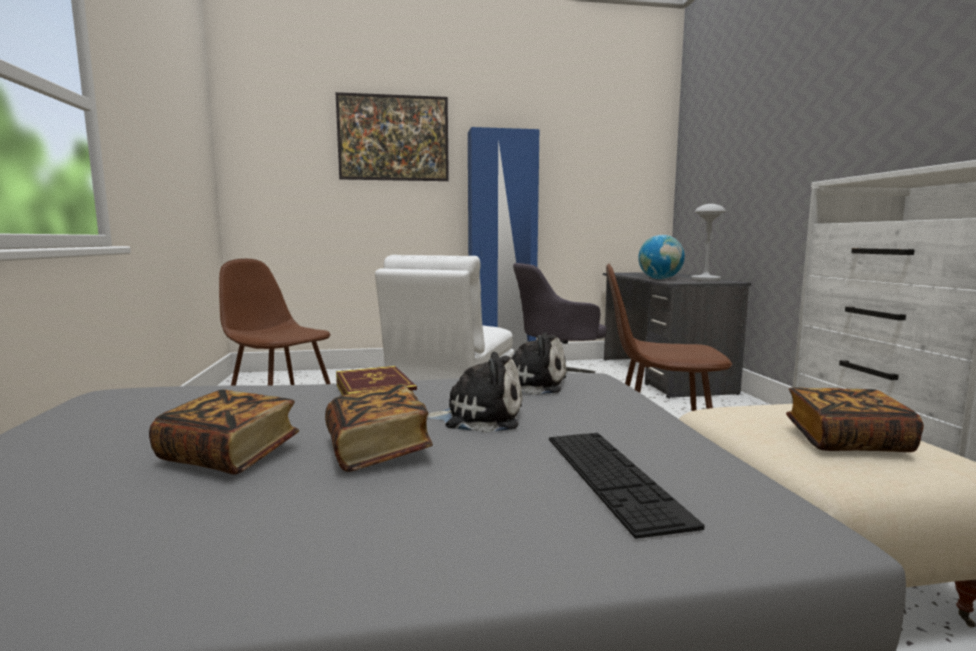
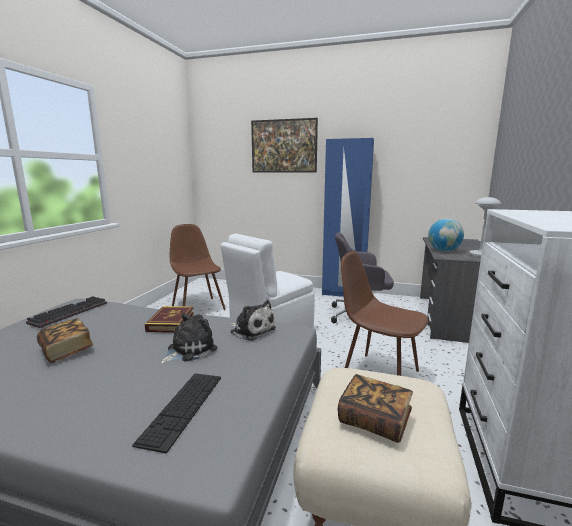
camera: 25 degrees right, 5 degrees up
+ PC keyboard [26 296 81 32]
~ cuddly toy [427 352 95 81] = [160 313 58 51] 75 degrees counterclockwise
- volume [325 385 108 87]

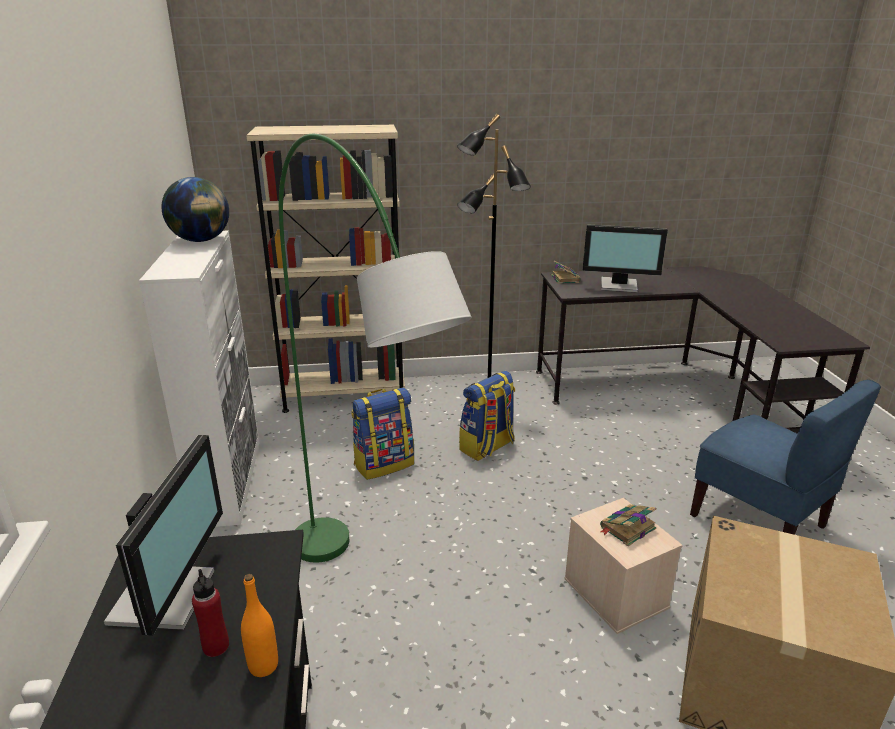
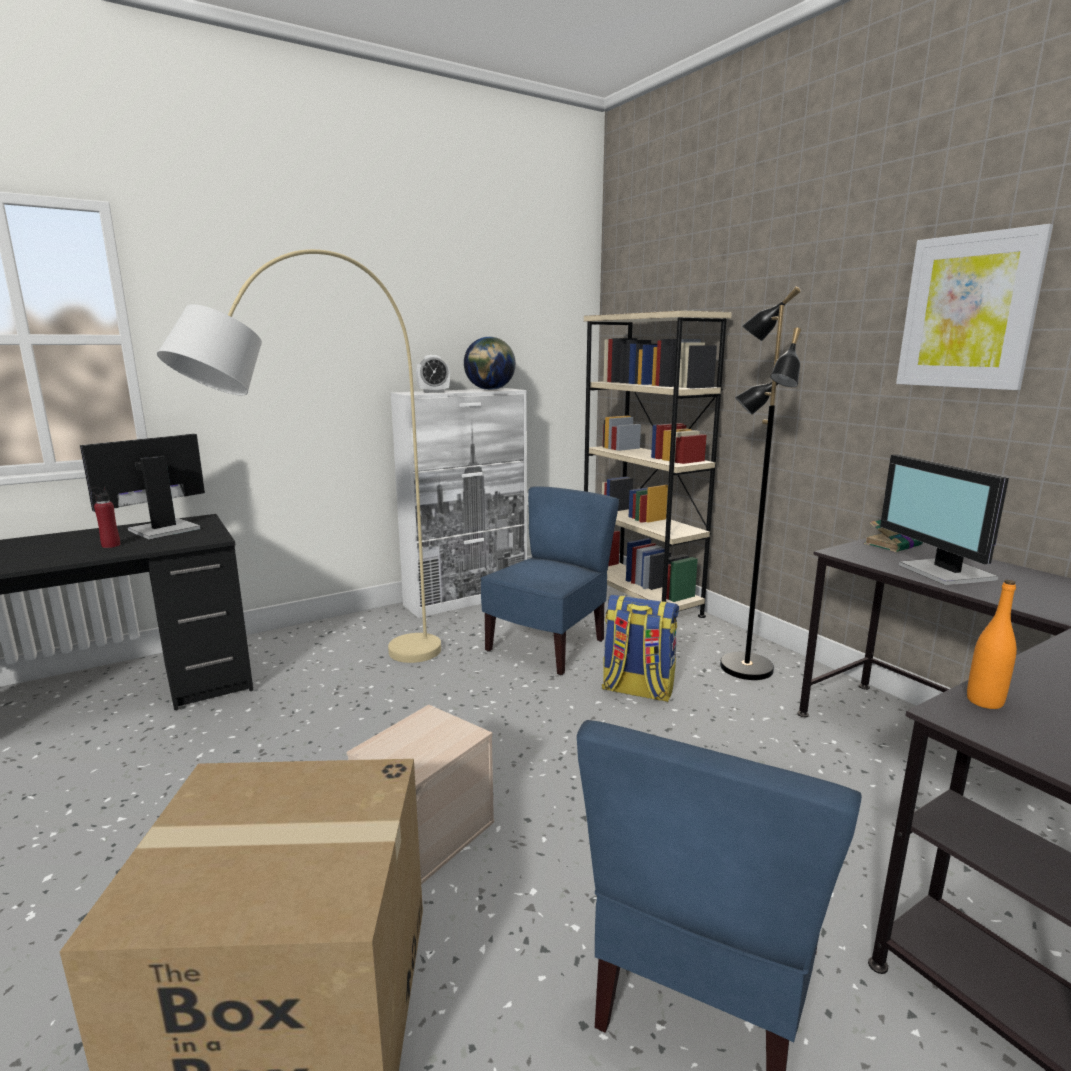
camera: 65 degrees right, 10 degrees down
~ computer screen [104 435 119 201] = [80 434 125 106] 150 degrees clockwise
~ greenish floor lamp [279 134 193 429] to beige floor lamp [157 249 284 414]
+ bedside clock [416 355 34 38]
~ backpack [351 387 63 93] to bluish plain chair [481 486 138 189]
+ wall picture [896 224 157 166]
~ orange-coloured bottle [241 574 37 103] to [967 580 50 129]
- volume [600 504 57 42]

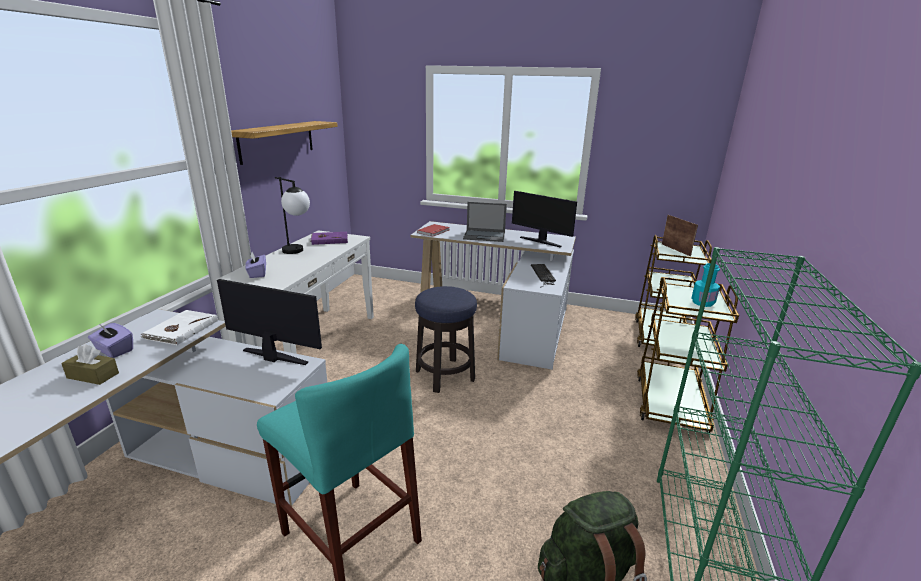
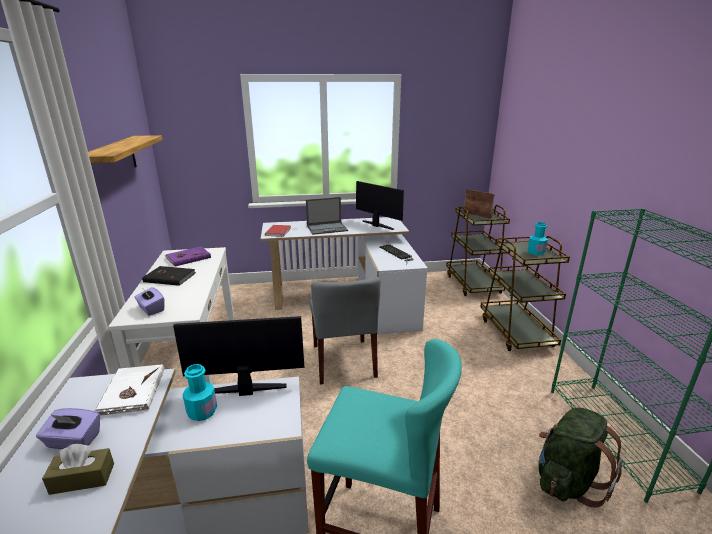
camera: 25 degrees left, 0 degrees up
~ lamp for a table [275 177 35 77] to black volume [142 266 54 20]
+ turquoise-coloured bottle [182 364 35 57]
~ stool seat [415 286 62 107] to grey plain chair [310 277 70 108]
~ computer screen [512 191 65 56] = [356 181 48 49] 150 degrees counterclockwise

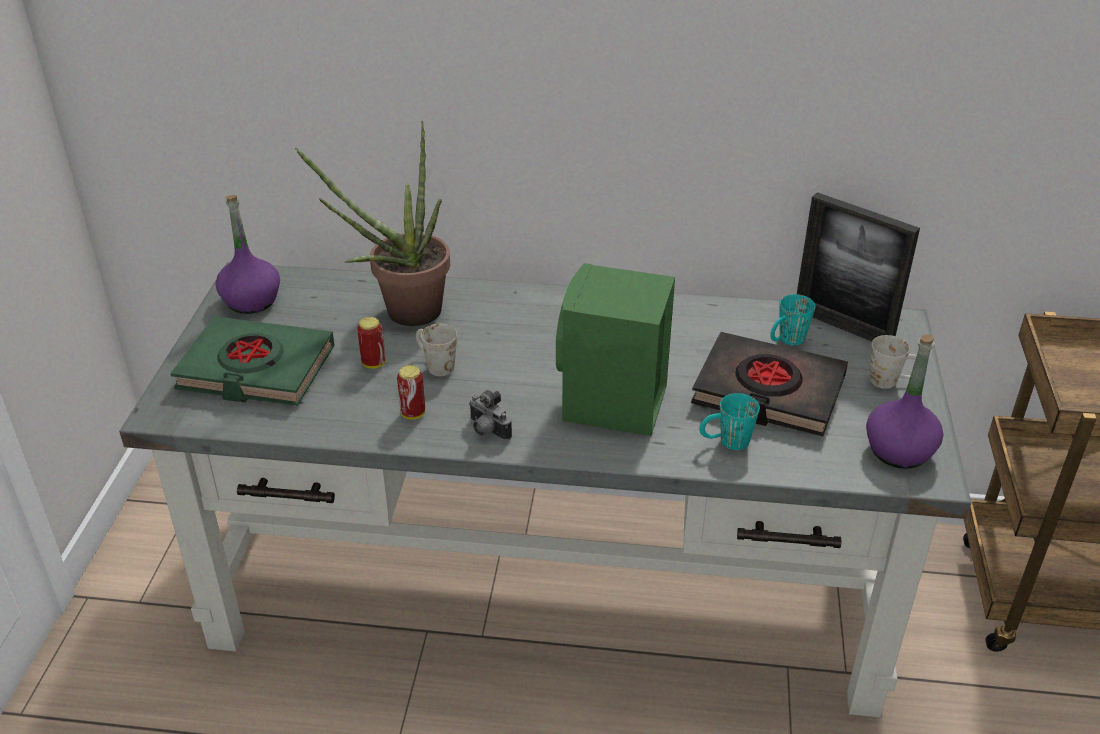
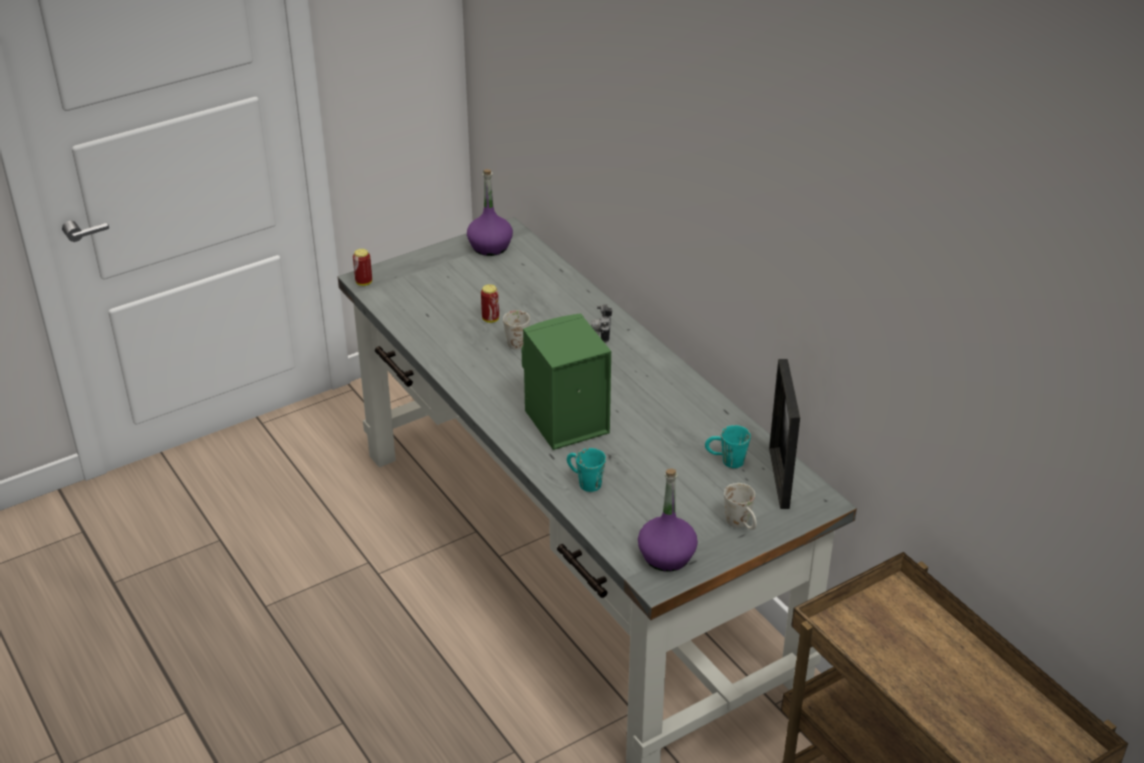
camera: 50 degrees right, 0 degrees up
~ sealed can [397 365 28 55] to [353 249 19 37]
~ photo camera [469 390 43 51] to [591 304 22 38]
- greenish volume [170 316 164 90]
- potted plant [295 121 155 205]
- black volume [691 332 157 104]

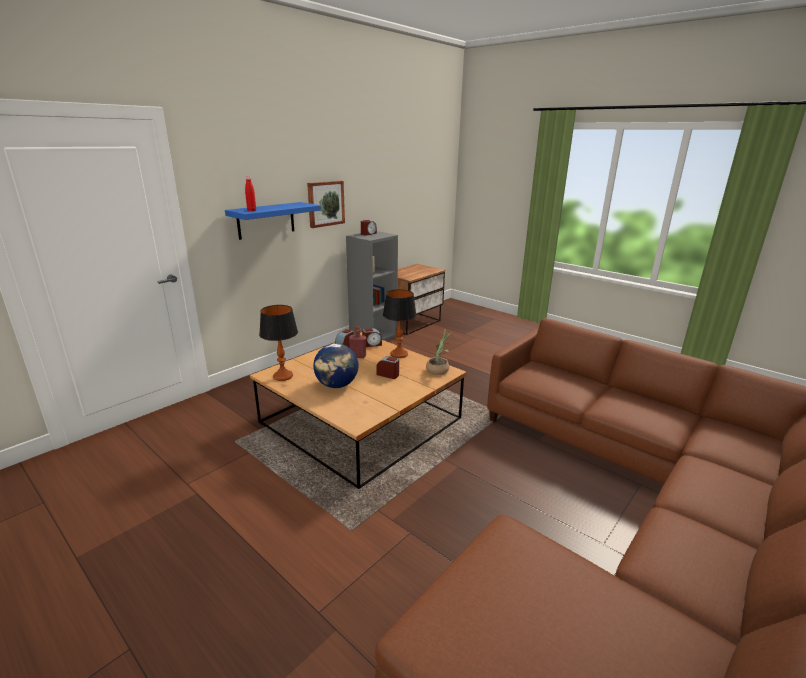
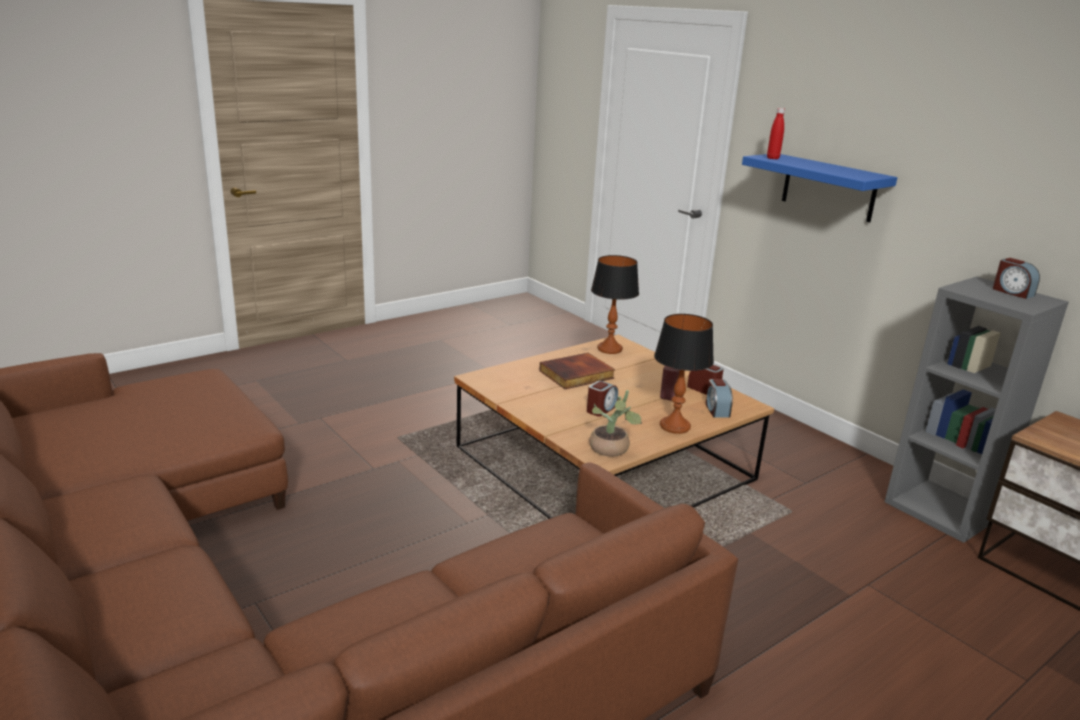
camera: 100 degrees right, 0 degrees up
~ desk globe [313 343 45 45] to volume [539 353 76 36]
- wall picture [307 181 38 47]

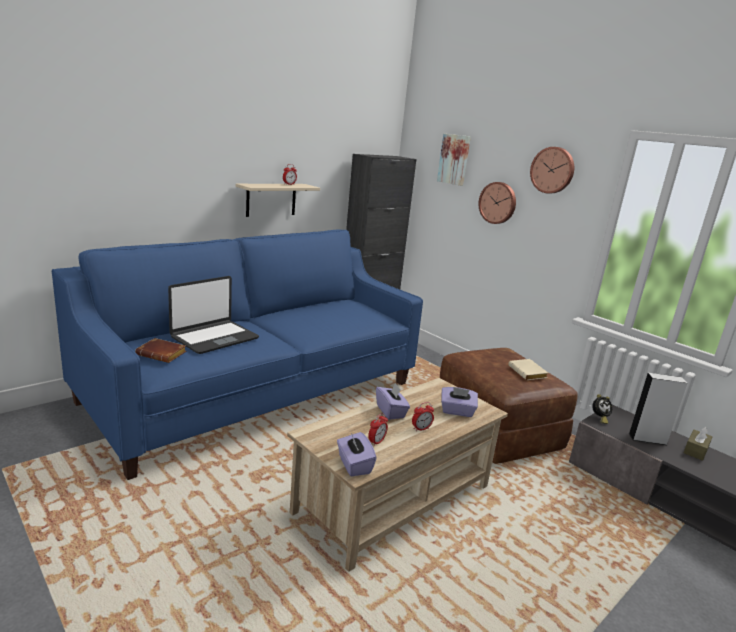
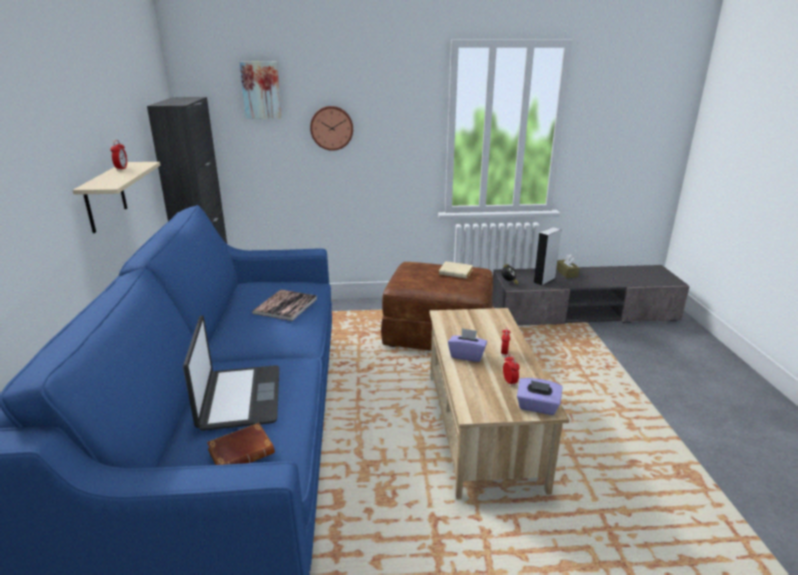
camera: 50 degrees left, 5 degrees up
+ volume [252 290 65 31]
- purplish tissue holder [441 387 37 30]
- hanging clock [530 147 44 46]

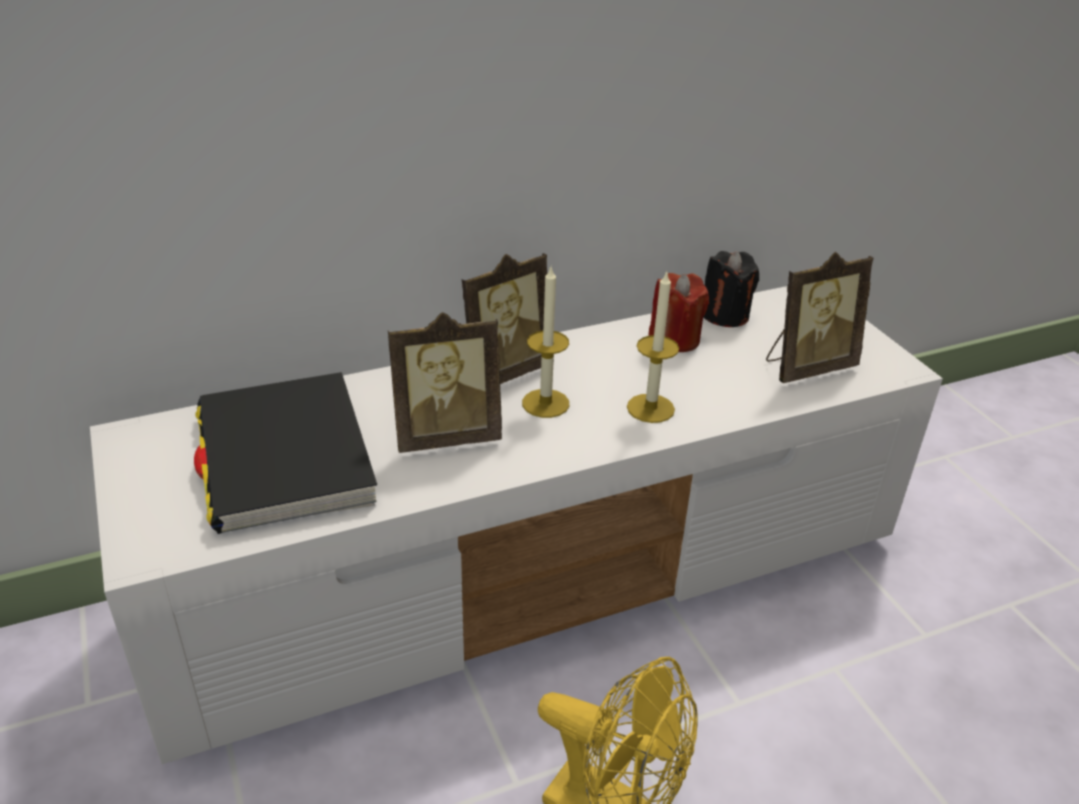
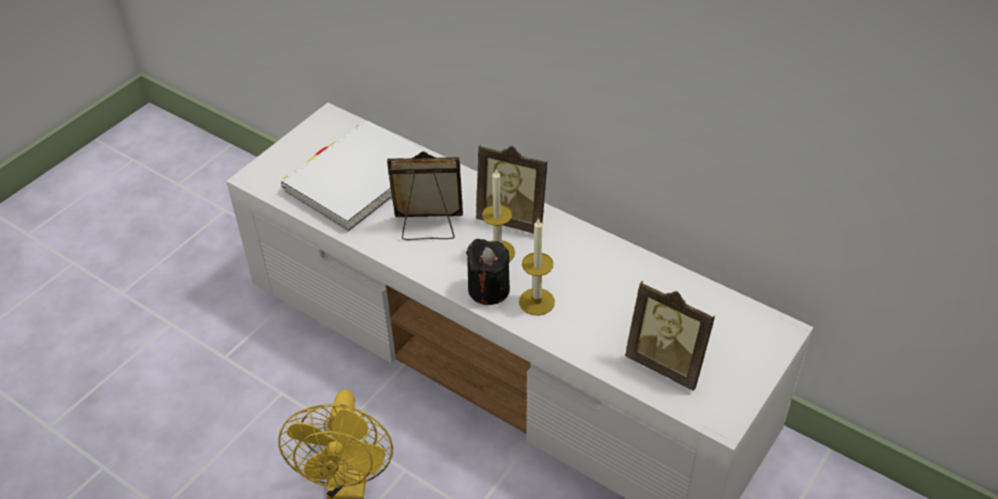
camera: 60 degrees right, 10 degrees up
~ black volume [194 372 183 162] to whitish volume [281 121 150 110]
~ picture frame [388 312 114 141] = [387 151 76 89] 135 degrees clockwise
~ black wax candle [703 251 56 76] to [466 239 44 66]
- red wax candle [648 273 61 79]

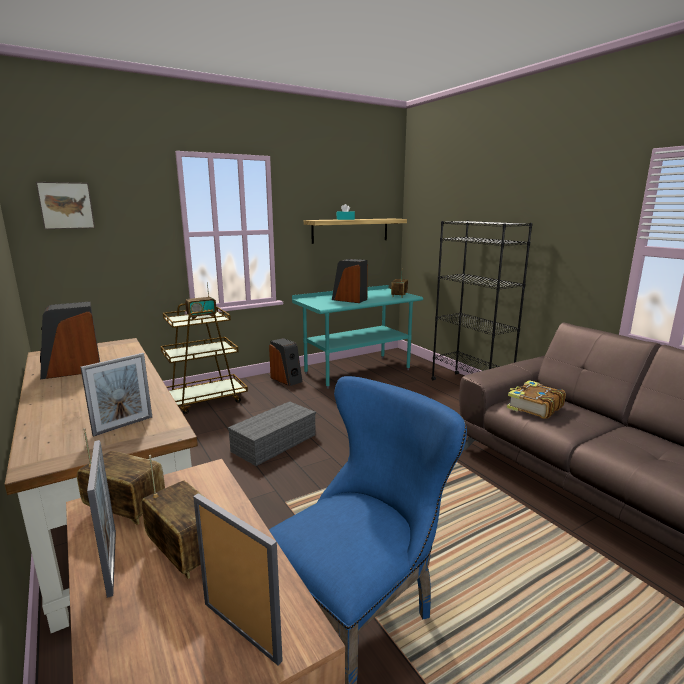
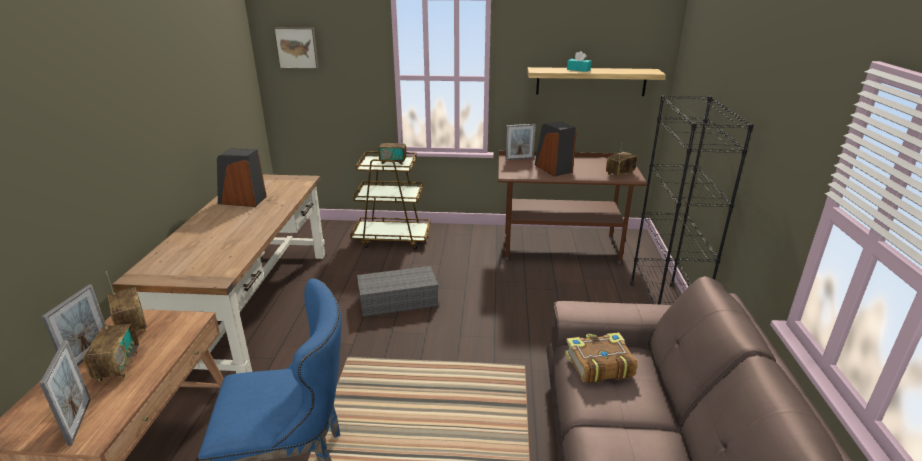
camera: 35 degrees right, 10 degrees up
~ turquoise-coloured desk unit [292 285 131 104] to brownish desk unit [498 151 149 113]
~ picture frame [80 353 72 84] to [505 124 31 36]
- speaker [269 338 33 48]

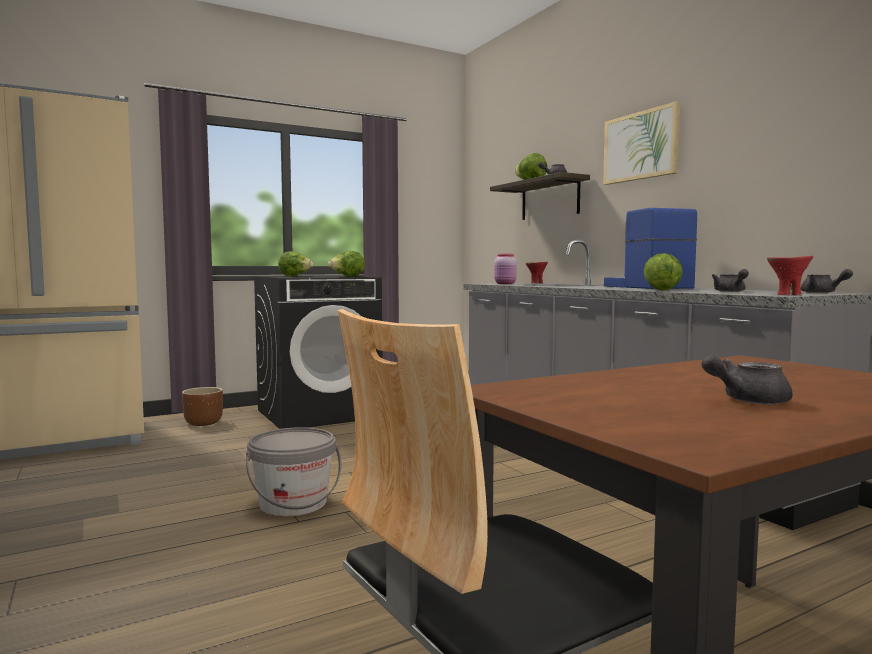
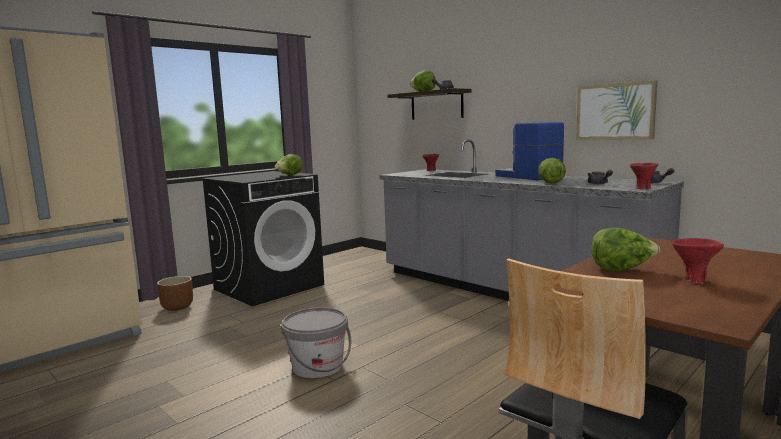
camera: 15 degrees left, 5 degrees up
~ wall picture [603 101 77 84] to [576 80 82 60]
~ head of lettuce [278 251 36 25] to [591 227 69 44]
~ grey pot for tea [701 354 92 51] to red serving bowl [672 238 52 46]
- pink-coloured preserve jar [494 253 23 31]

